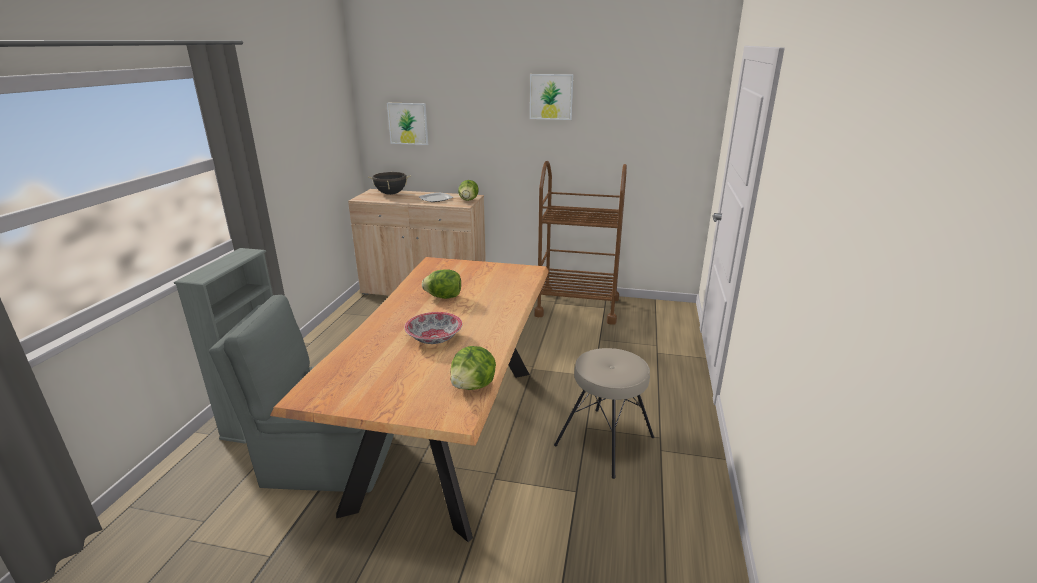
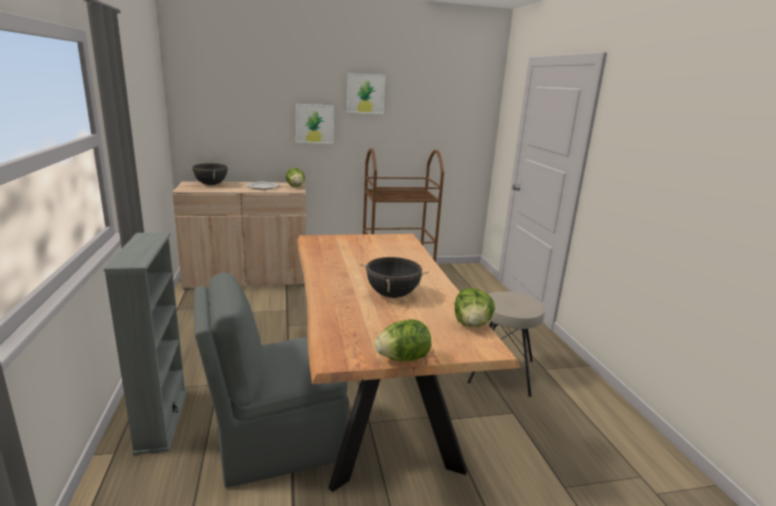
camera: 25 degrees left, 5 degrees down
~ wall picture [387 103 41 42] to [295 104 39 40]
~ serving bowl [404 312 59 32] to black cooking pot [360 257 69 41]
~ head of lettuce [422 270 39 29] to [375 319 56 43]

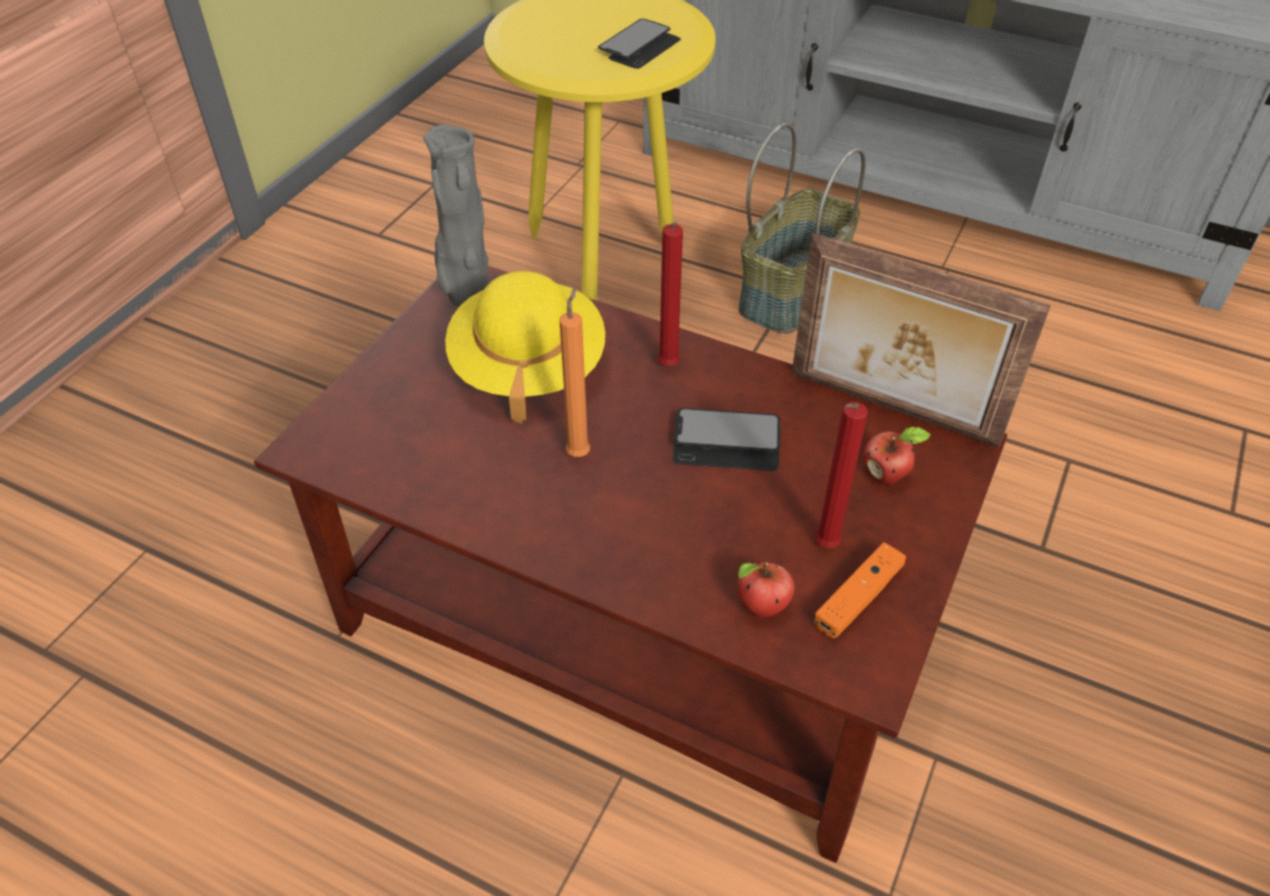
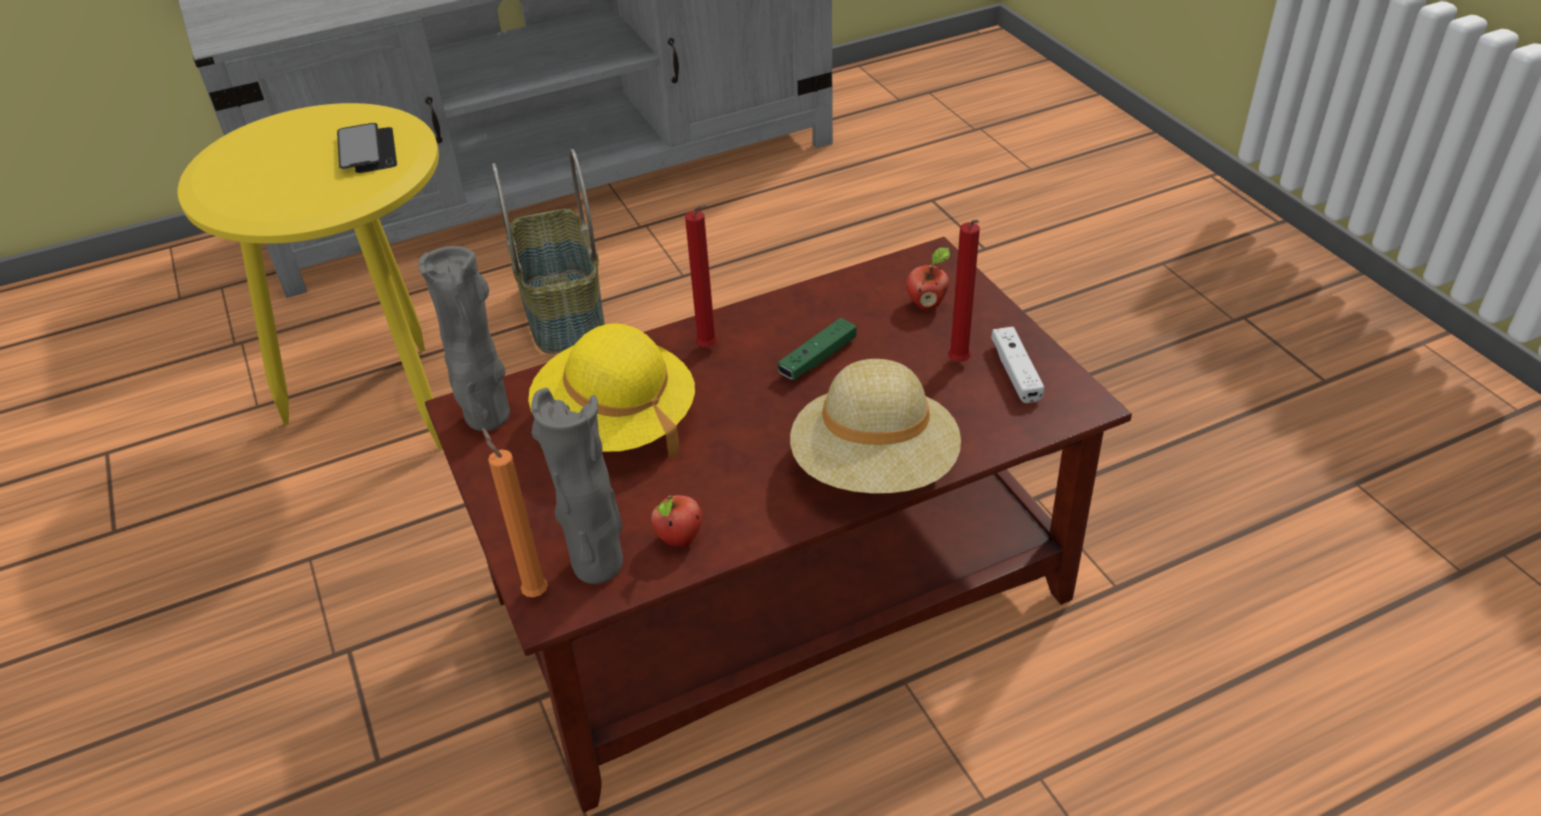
camera: 50 degrees left, 5 degrees down
~ orange-coloured wax candle [559 287 31 170] to [482 427 66 170]
+ grey decorative vase [531 388 92 196]
~ apple fruit [738 562 57 56] to [650 495 52 52]
~ handset [673 408 107 63] to greenish joypad [778 318 79 62]
+ beige hat [790 359 171 135]
~ orange-coloured joypad [814 542 92 96] to whitish joypad [991 327 53 76]
- picture frame [791 232 260 216]

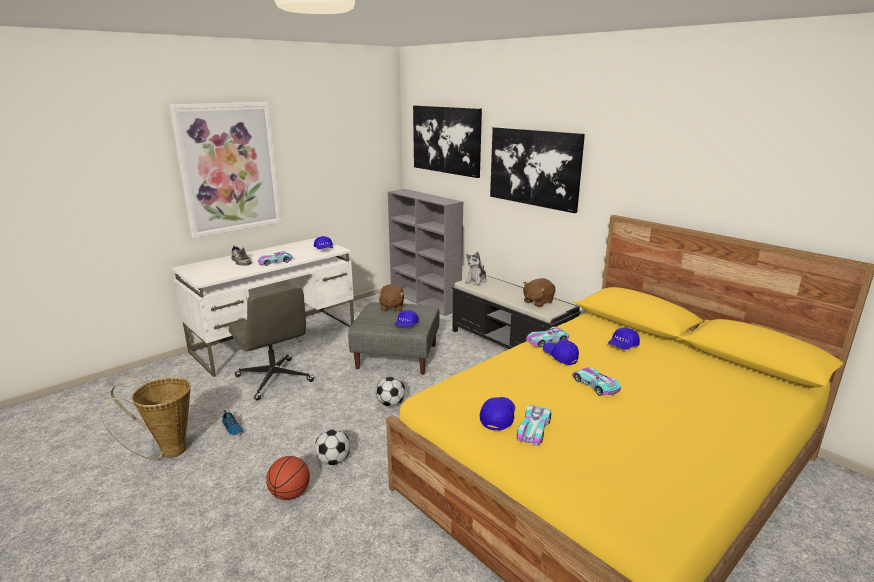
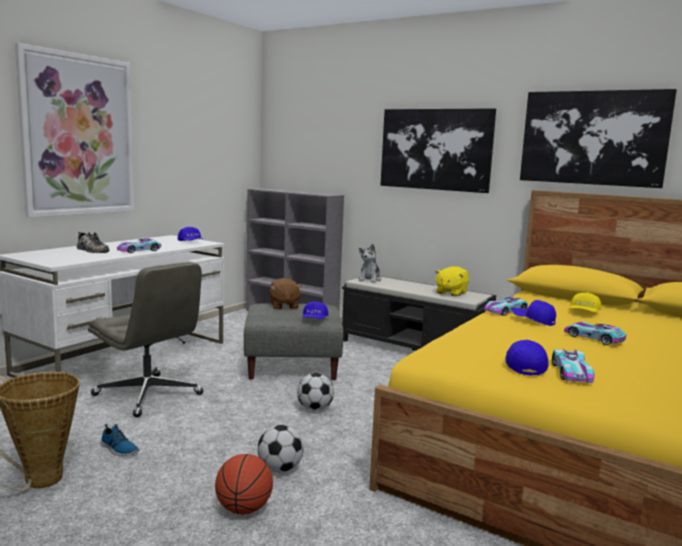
camera: 15 degrees left, 10 degrees down
~ brownish cuddly toy [523 278 33 29] to yellowish cuddly toy [435 266 34 30]
~ wall picture [413 105 69 73] to [520 89 157 99]
~ bluish peaked cap [608 328 32 22] to yellowish peaked cap [570 292 32 20]

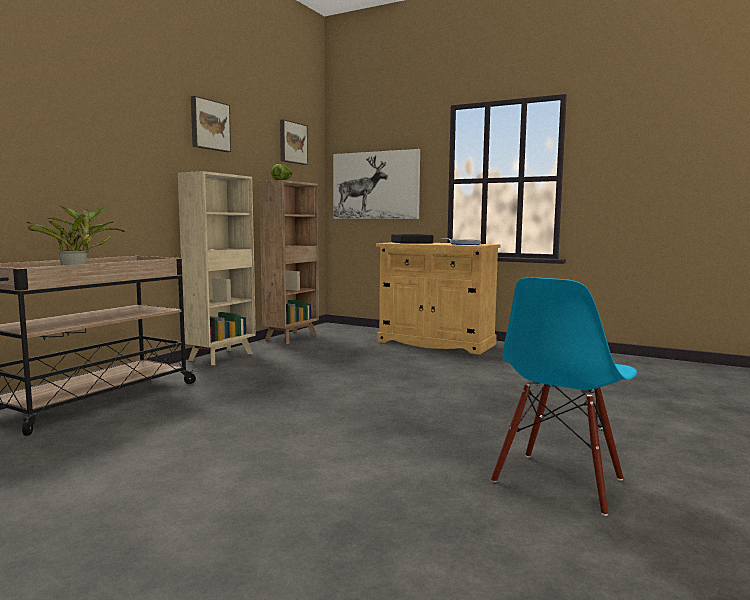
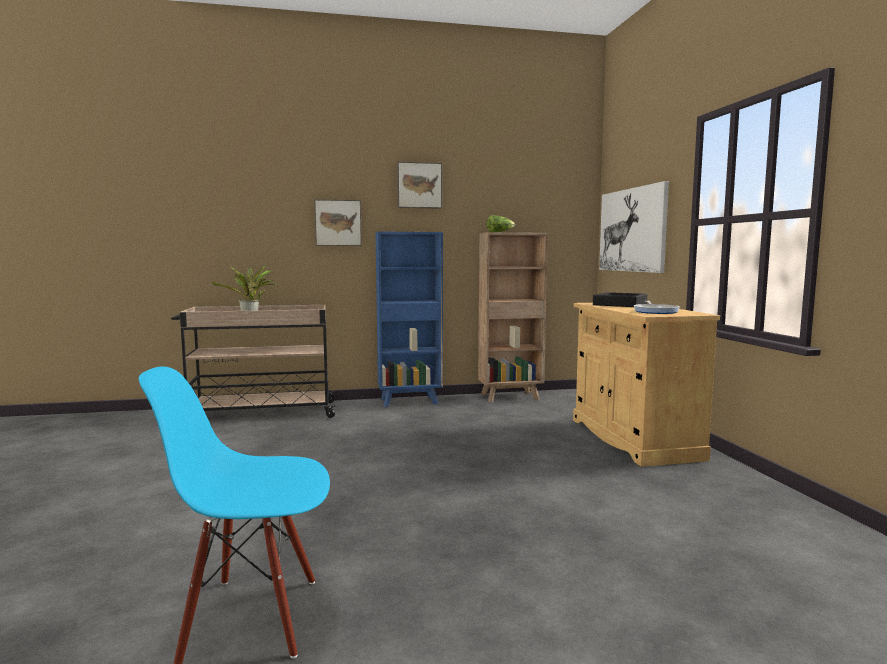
camera: 50 degrees right, 0 degrees up
~ wall picture [280 119 28 46] to [314 199 48 47]
~ beige bookshelf [178 171 78 194] to bluish bookshelf [376 231 67 176]

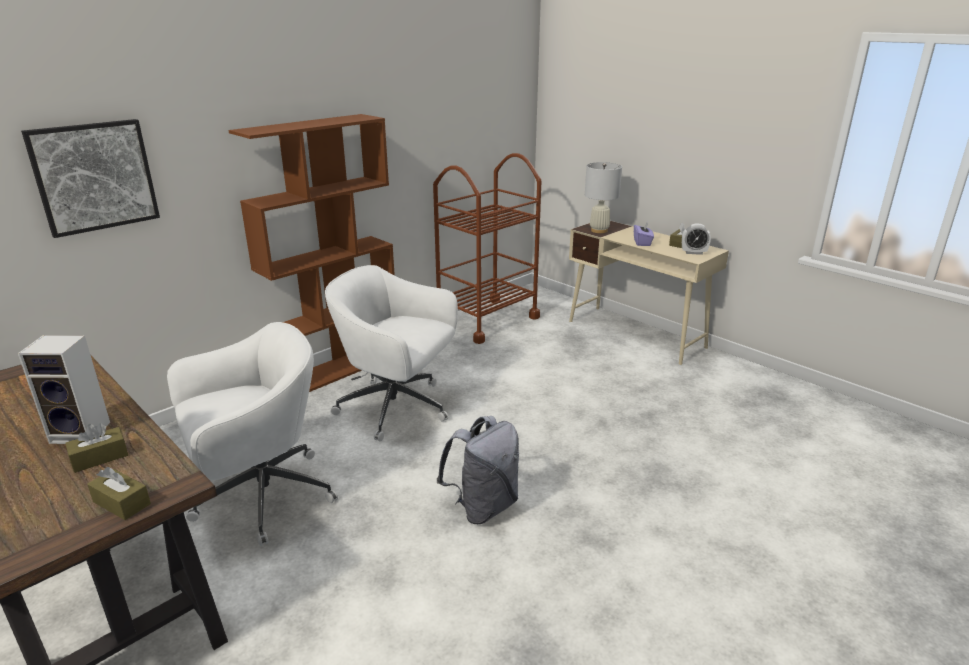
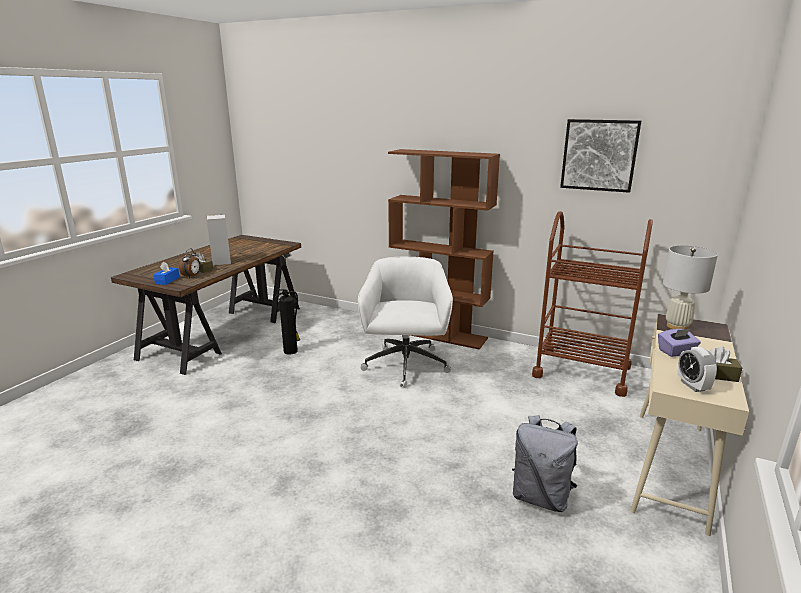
camera: 70 degrees right, 5 degrees down
~ brownish tissue holder [87 467 64 53] to bluish tissue holder [153 262 27 23]
+ bedside clock [179 249 22 29]
~ whitish computer chair [167 322 171 224] to fire-fighting cylinder [275 289 25 66]
~ grey backpack [437 416 82 108] to [512 415 66 97]
~ wall picture [21 119 139 119] to [560 119 81 74]

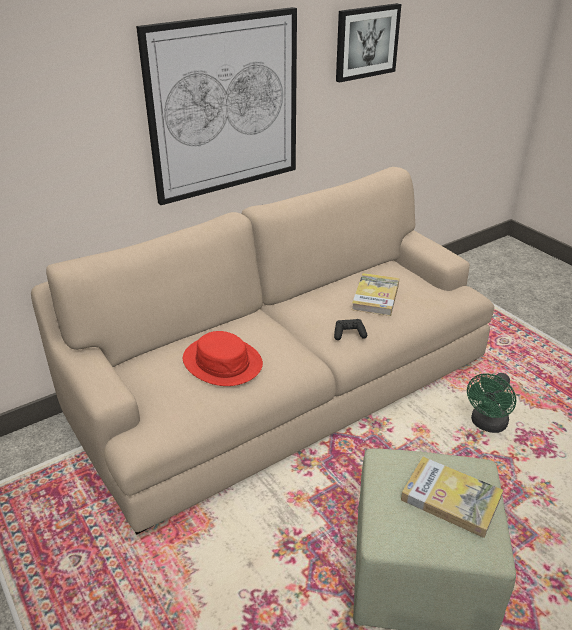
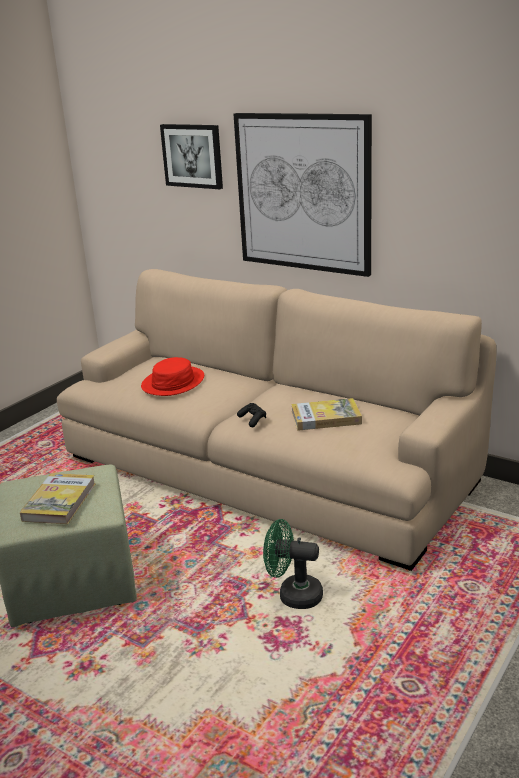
camera: 70 degrees right, 10 degrees down
~ wall picture [336 3 65 80] to [160 124 63 65]

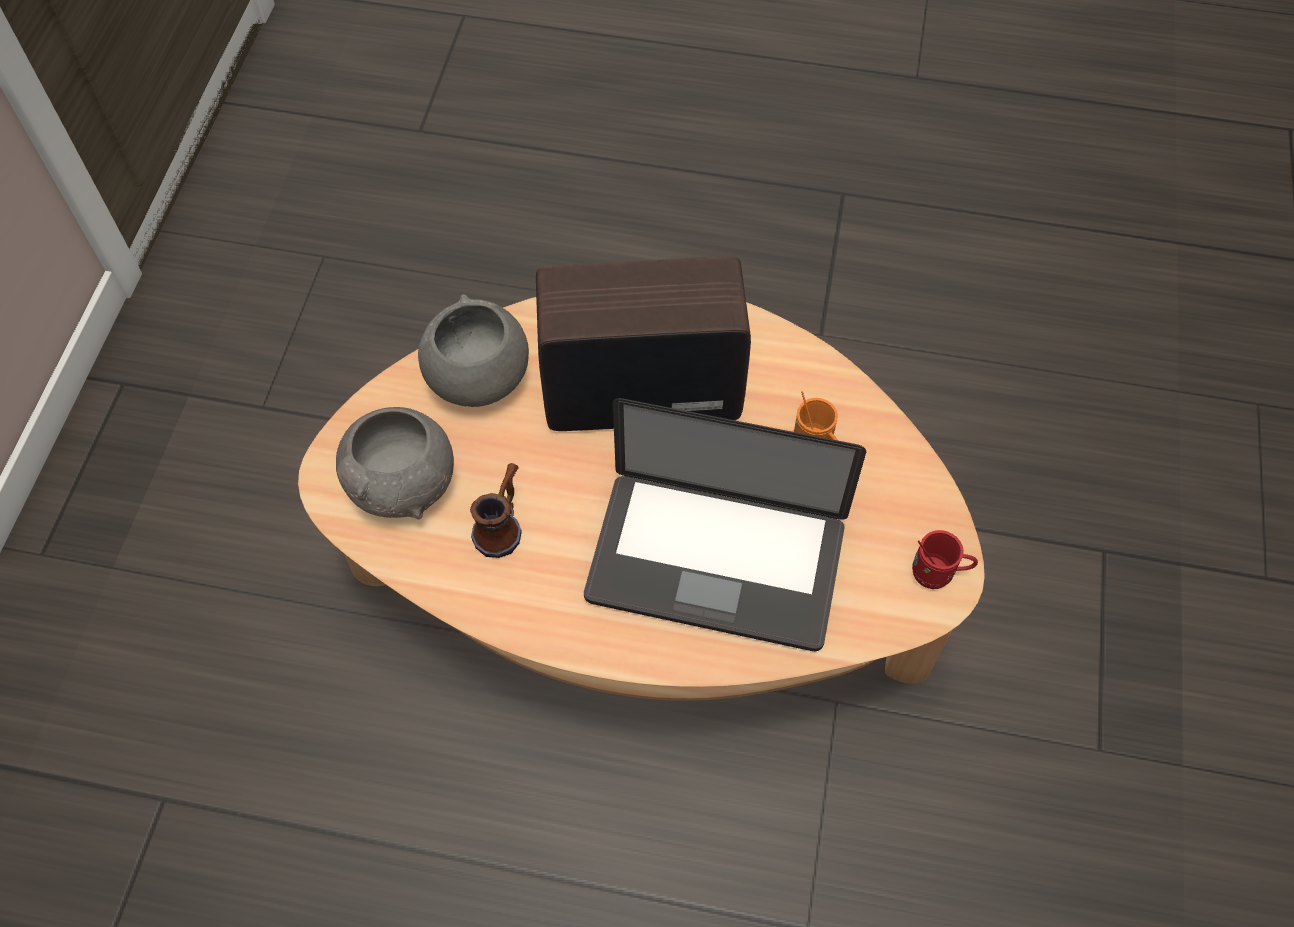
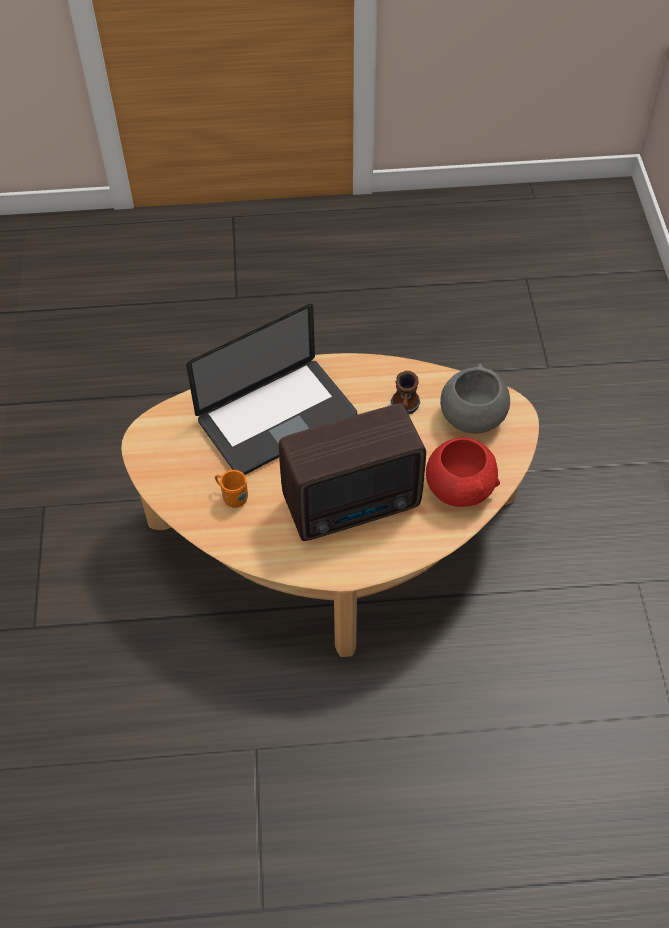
camera: 165 degrees right, 5 degrees down
~ notebook computer [584 398 282 253] = [186 304 171 171] 150 degrees clockwise
~ grey serving bowl [418 294 111 113] to red serving bowl [426 437 74 70]
- red tea mug [912 530 66 59]

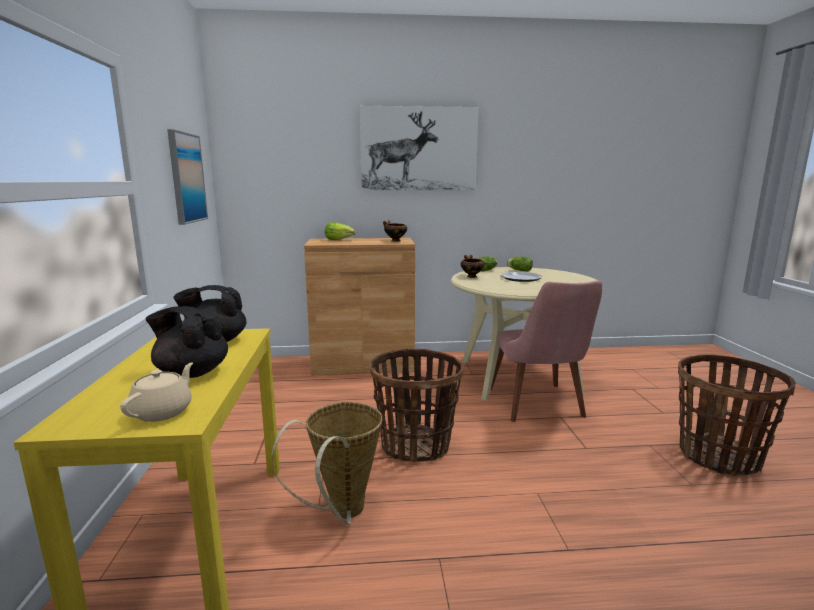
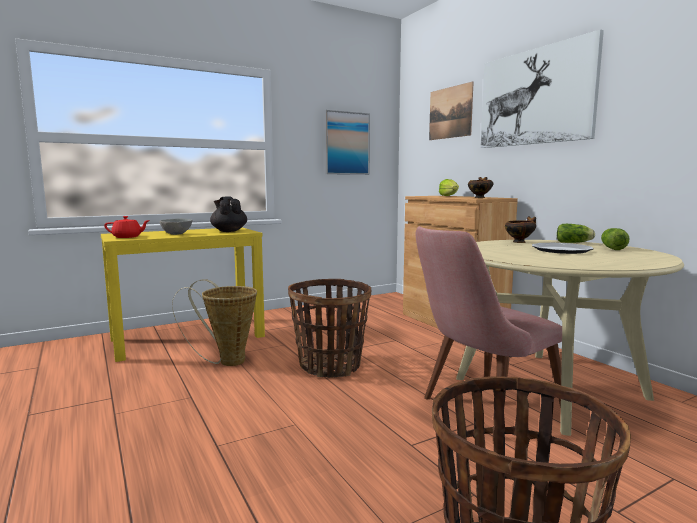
camera: 65 degrees right, 5 degrees down
~ beige pot for tea [120 362 73 60] to red pot for tea [104 216 46 22]
~ black pot for tea [145 306 83 72] to grey serving bowl [160 219 32 16]
+ wall picture [429 81 44 59]

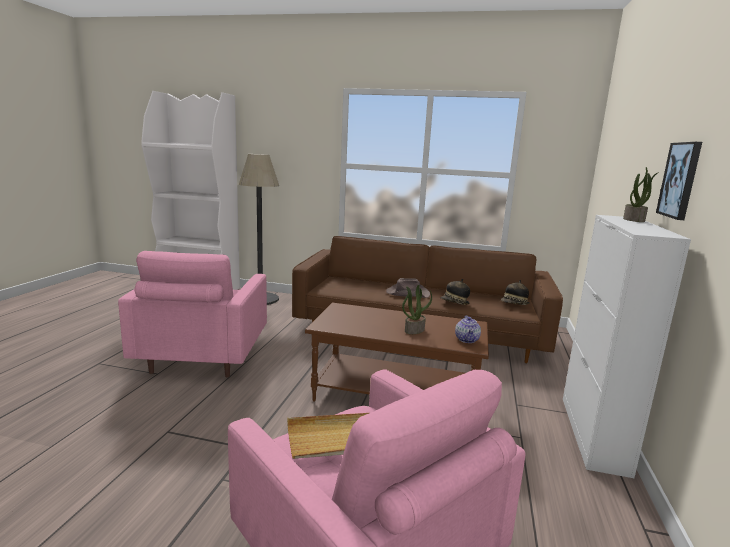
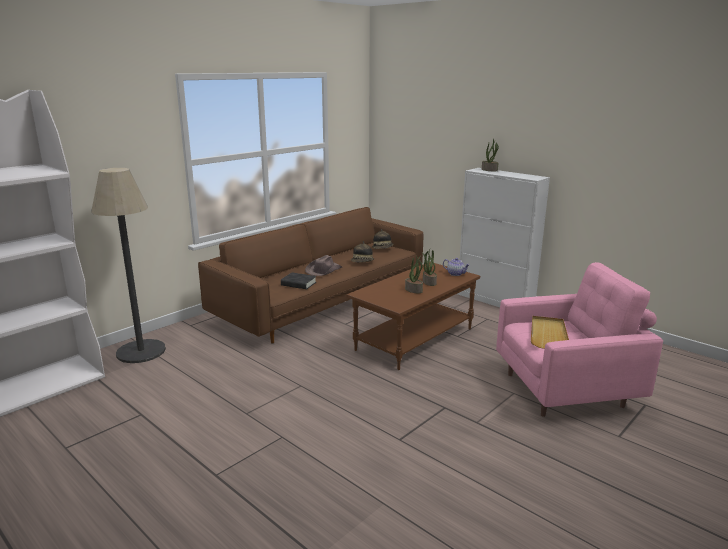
camera: 60 degrees left, 5 degrees up
+ black volume [281 272 35 17]
+ potted plant [405 256 18 37]
- pink-coloured easy chair [118 251 149 126]
- wall picture [656 142 46 78]

